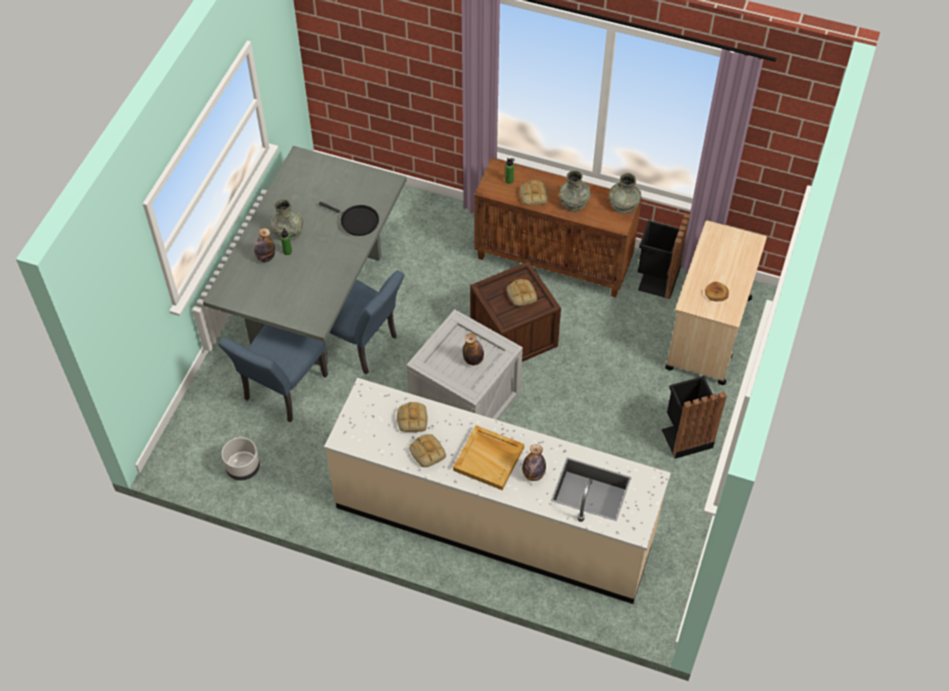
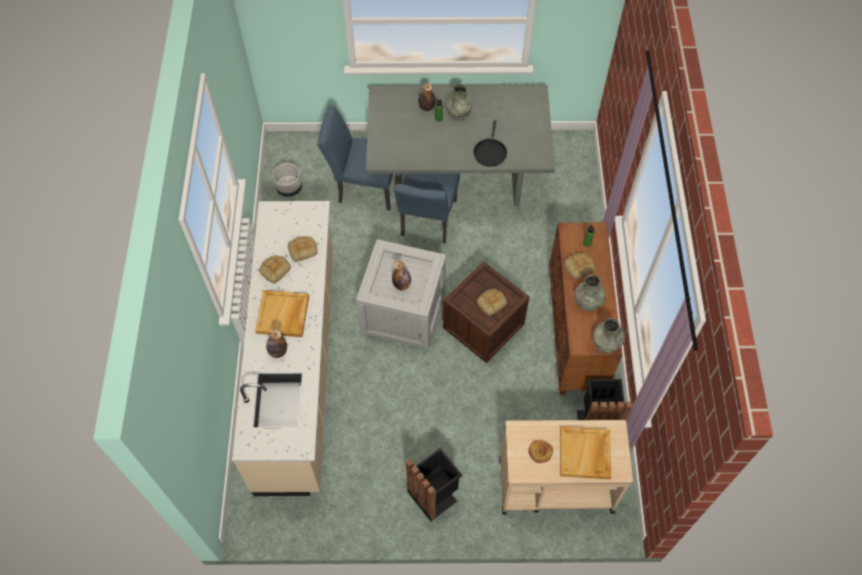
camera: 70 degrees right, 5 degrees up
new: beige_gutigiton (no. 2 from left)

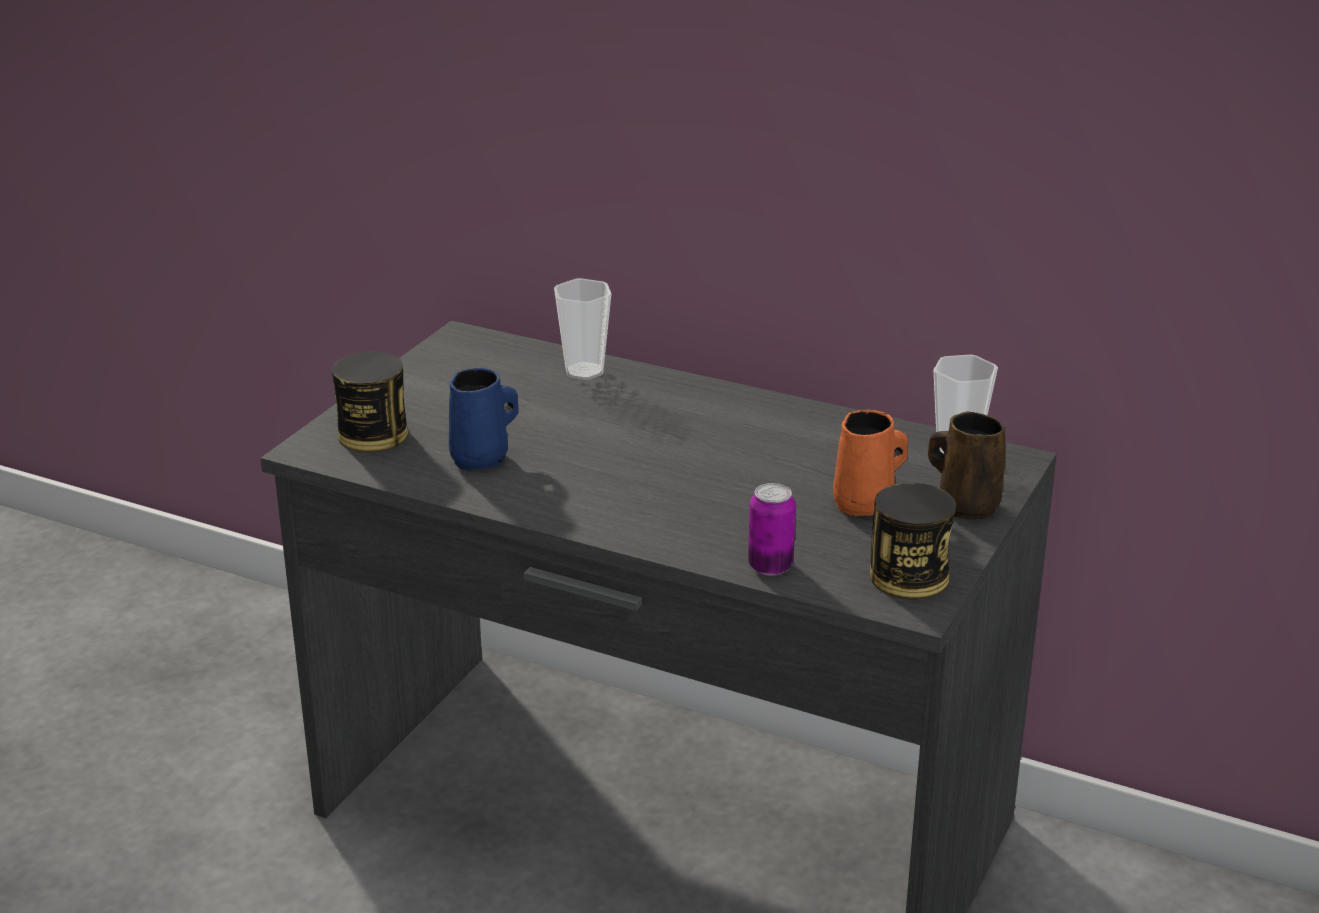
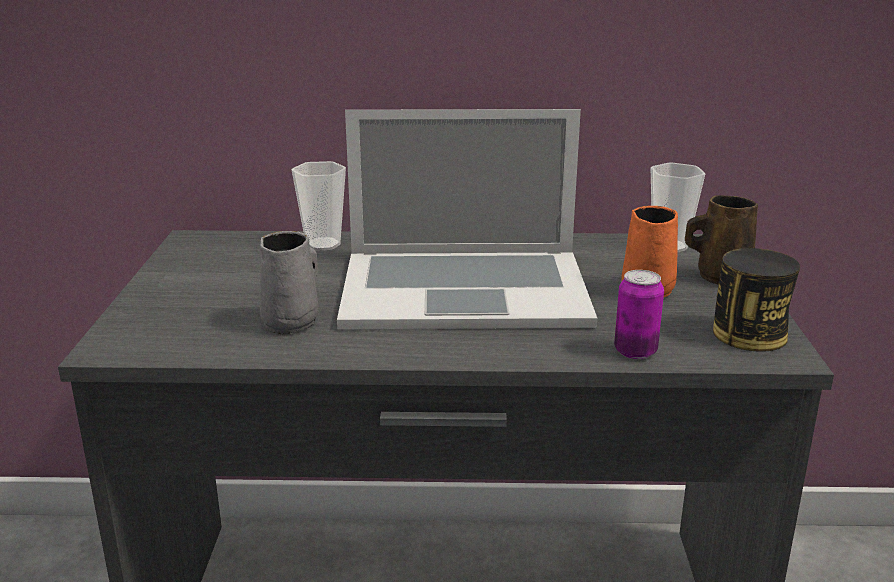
camera: 25 degrees left, 5 degrees down
gone: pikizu (no. 1 from left)
new: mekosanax
repainted: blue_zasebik to grey_zasebik

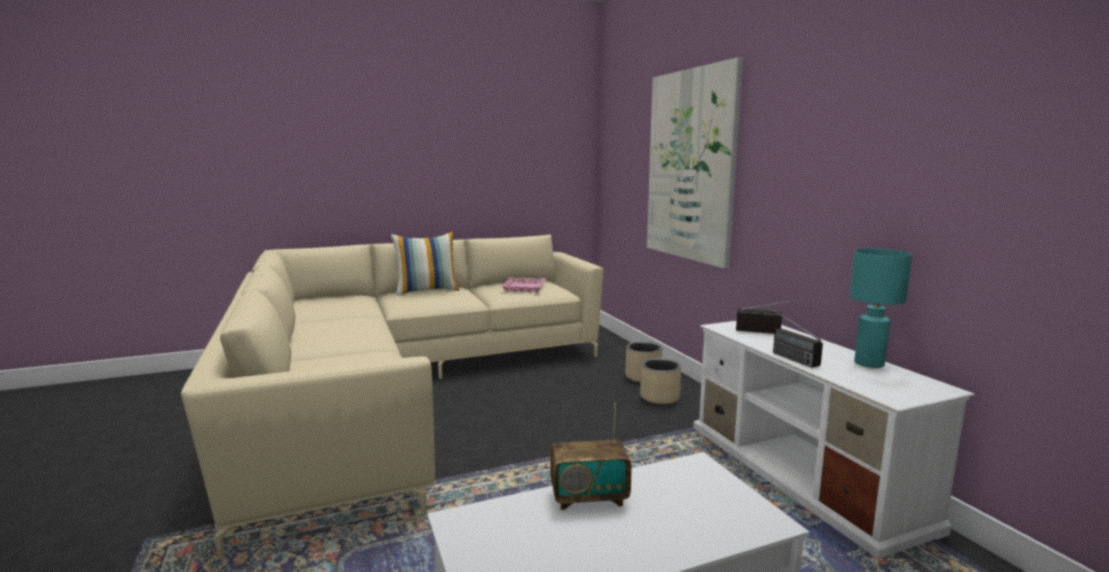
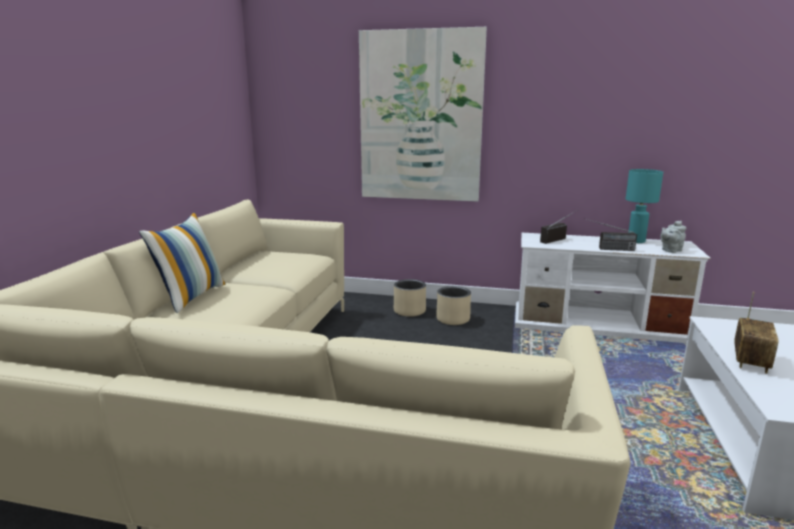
camera: 55 degrees left, 5 degrees up
gone: pink_gutigiton
new: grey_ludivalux

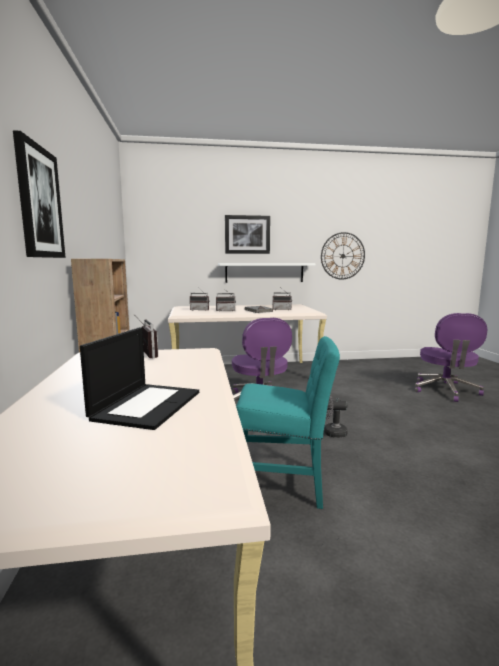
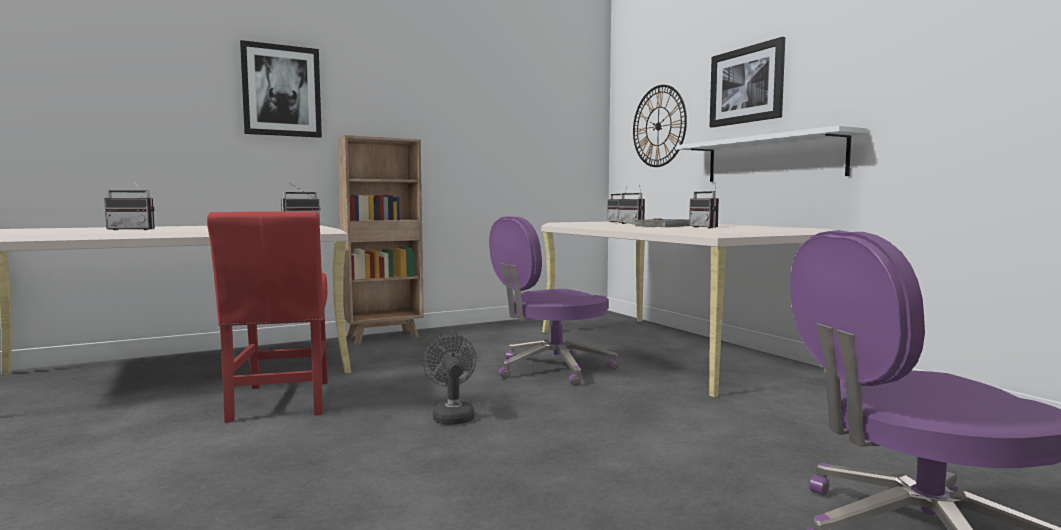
camera: 70 degrees right, 5 degrees down
shifted: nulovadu
swapped: mekosanax to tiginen (no. 1 from left)
repainted: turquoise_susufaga to red_susufaga

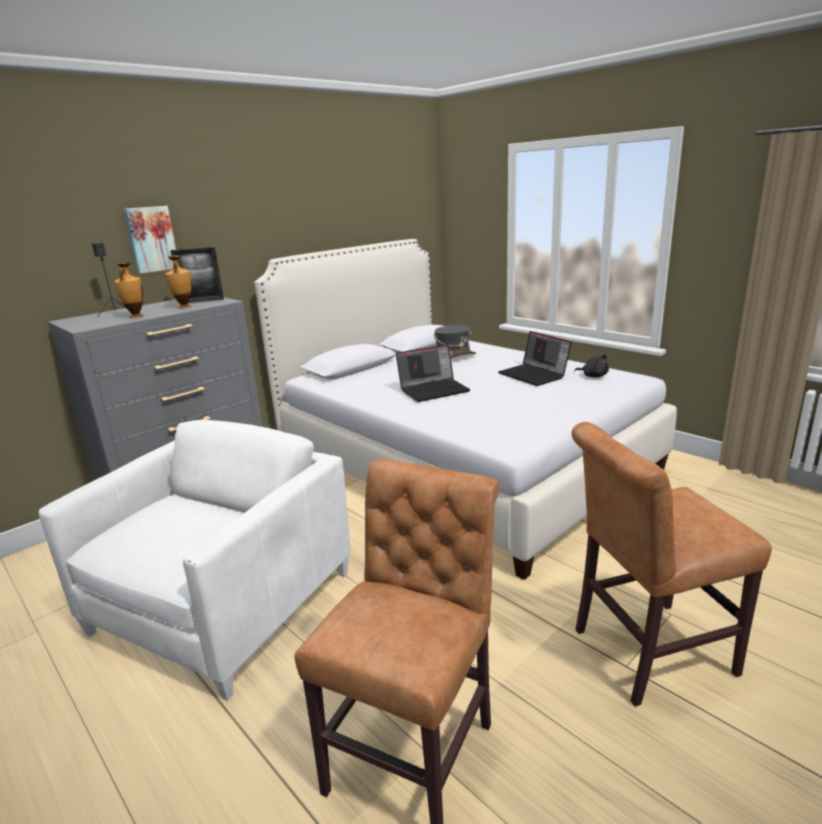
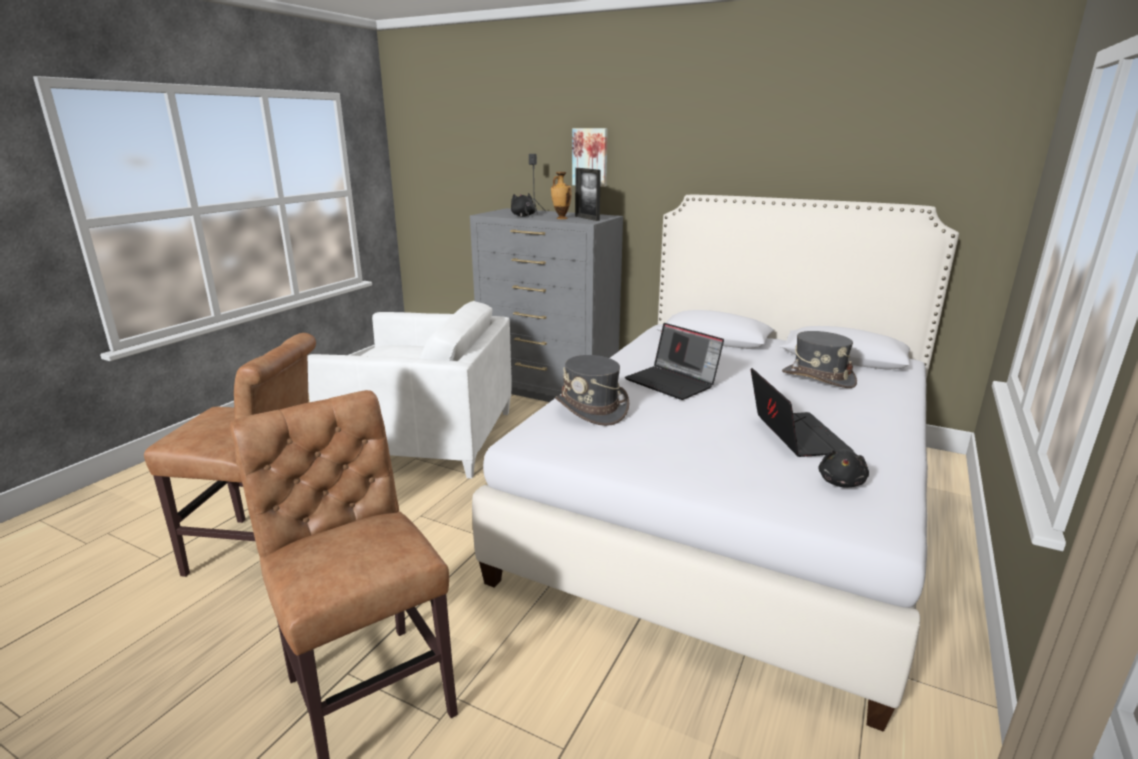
camera: 70 degrees right, 0 degrees up
new: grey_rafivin (no. 1 from left)
swapped: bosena (no. 1 from left) to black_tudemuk (no. 1 from left)
rotated: mekosanax (no. 2 from left) 135 degrees clockwise

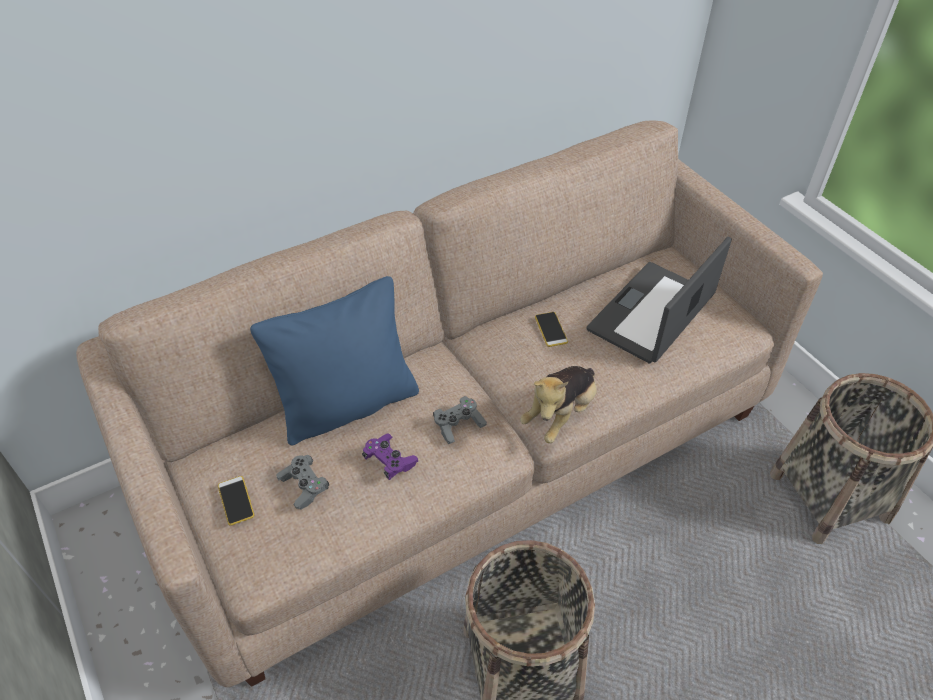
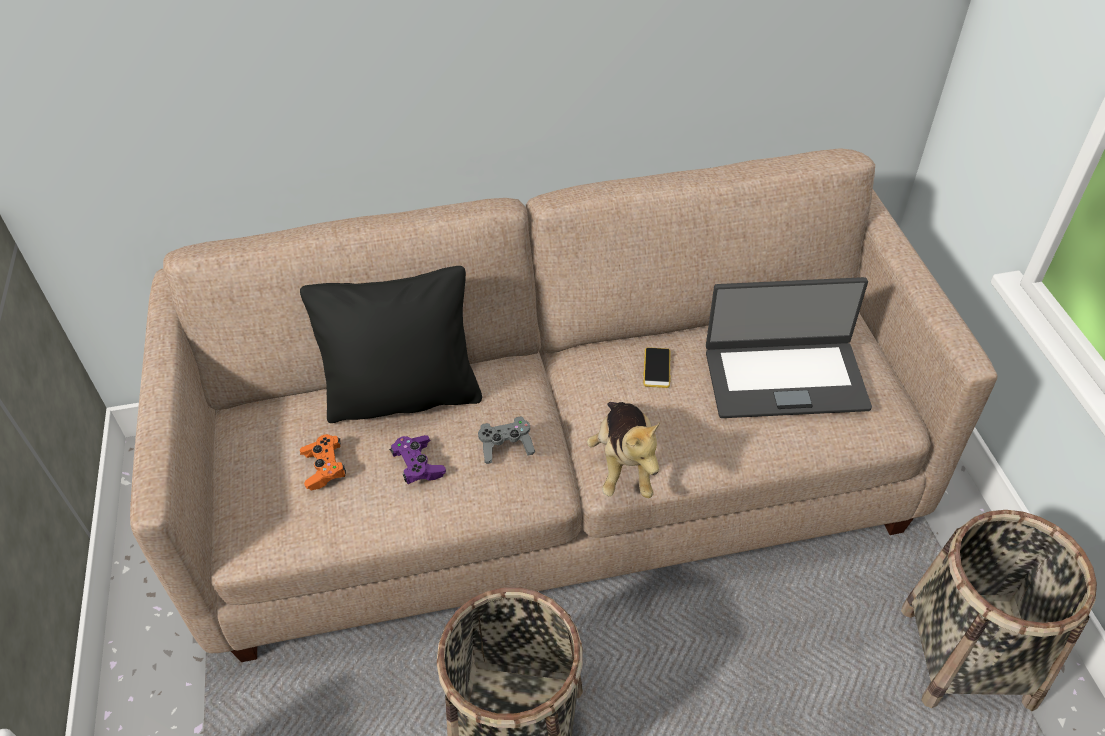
camera: 20 degrees right, 0 degrees up
gone: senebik (no. 1 from left)
repainted: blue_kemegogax to black_kemegogax; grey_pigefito (no. 1 from left) to orange_pigefito
rotated: mekosanax 150 degrees counterclockwise; tudemuk 60 degrees counterclockwise

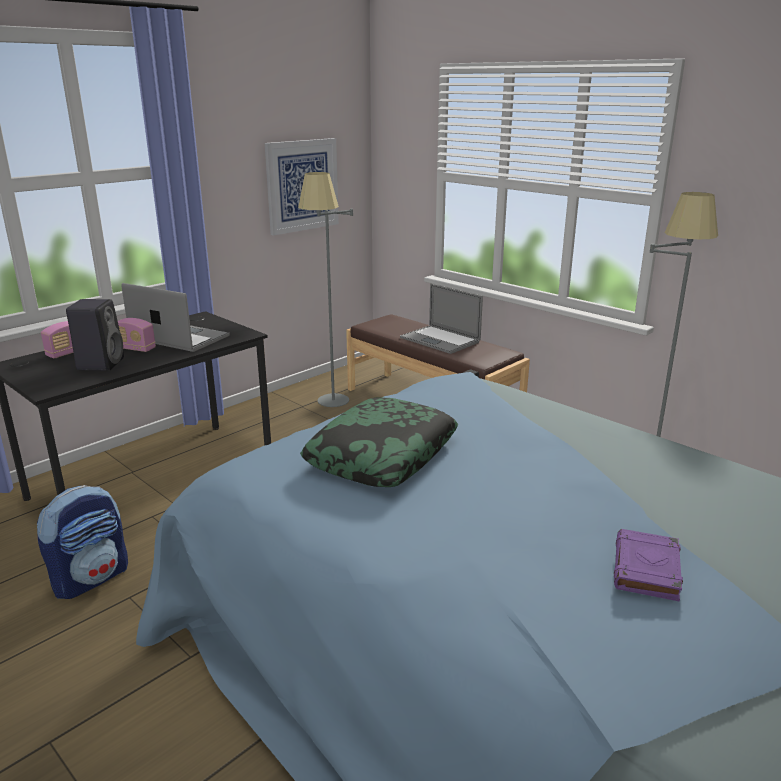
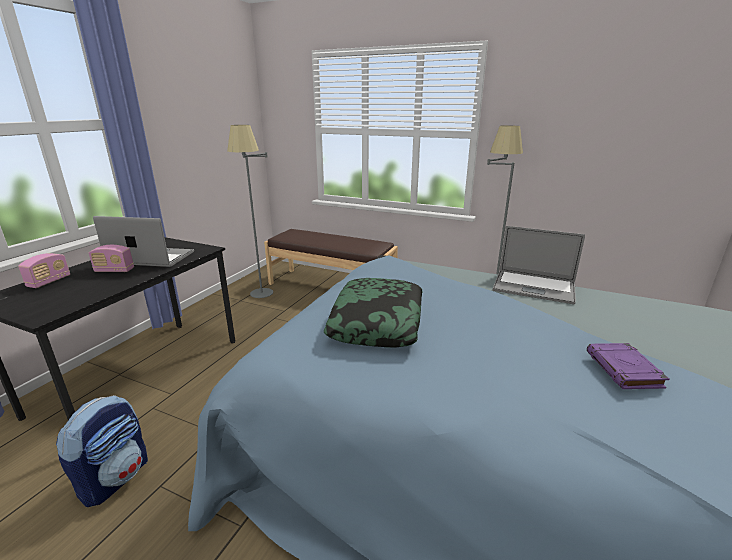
camera: 20 degrees left, 0 degrees up
gone: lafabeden; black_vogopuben
shifted: mekosanax (no. 2 from left)

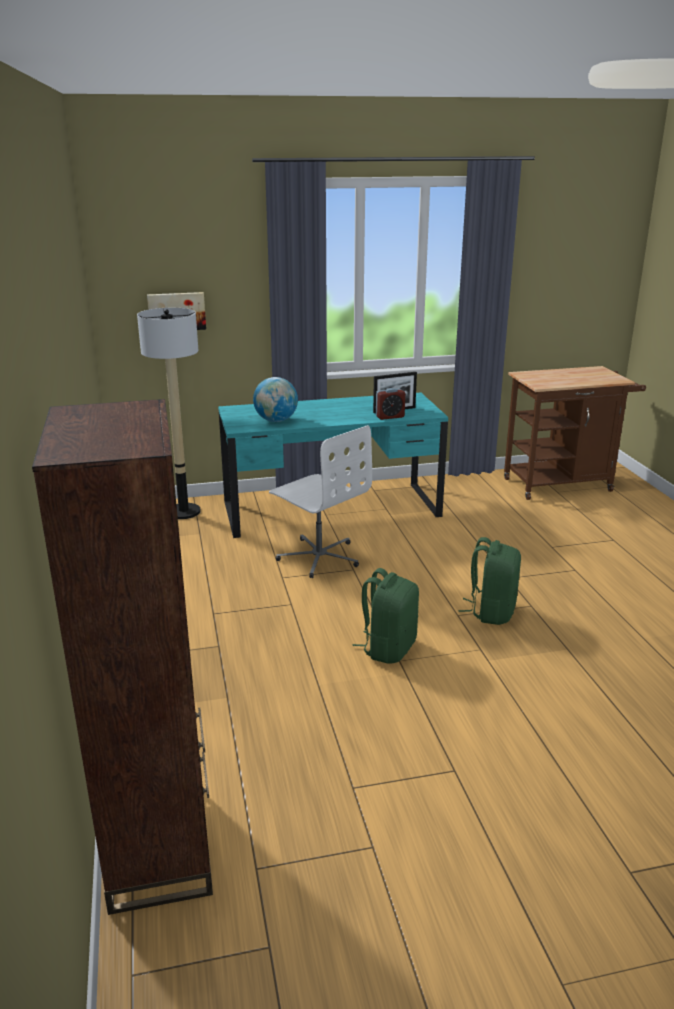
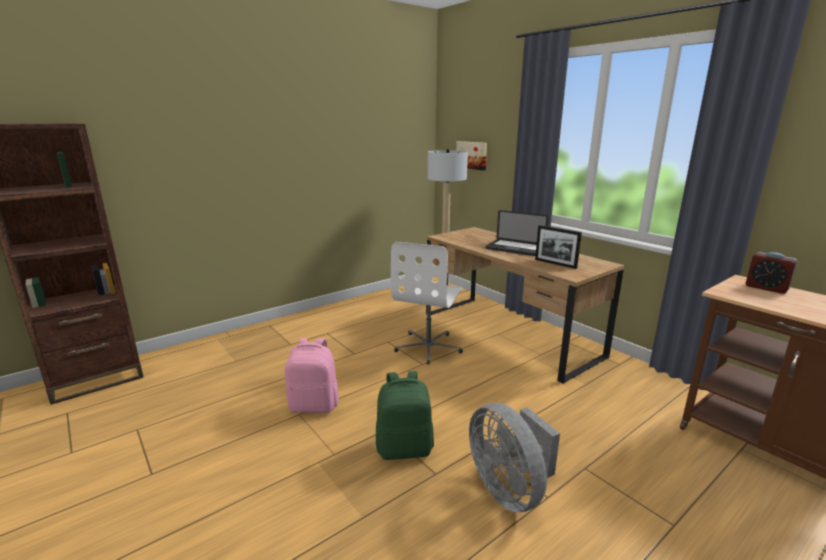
camera: 65 degrees right, 5 degrees down
gone: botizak
new: mekosanax; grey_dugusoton
shifted: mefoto
repainted: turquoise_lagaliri to brown_lagaliri; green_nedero (no. 1 from left) to pink_nedero

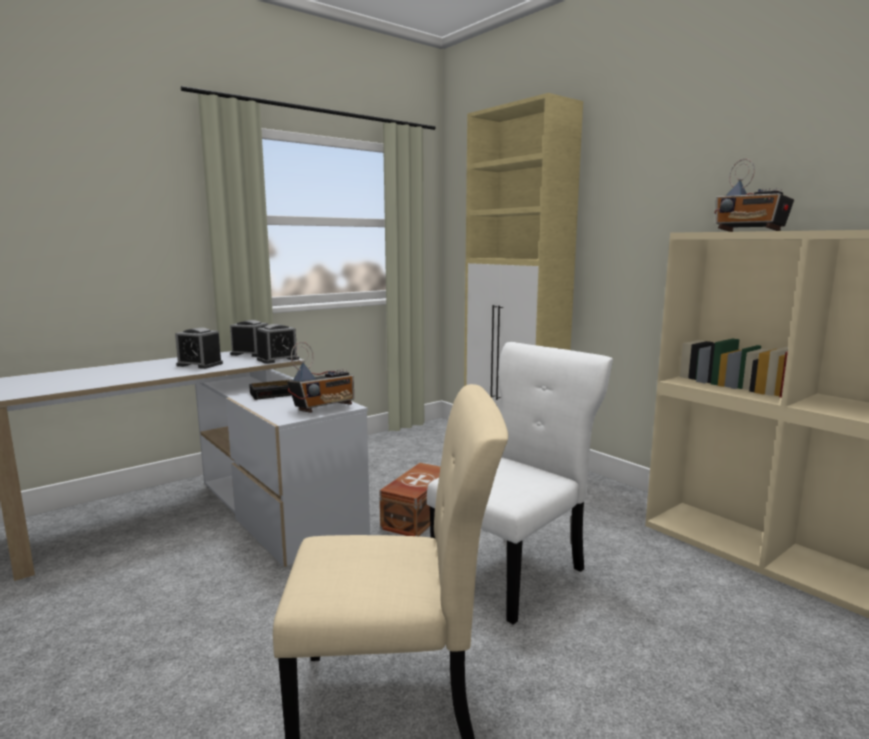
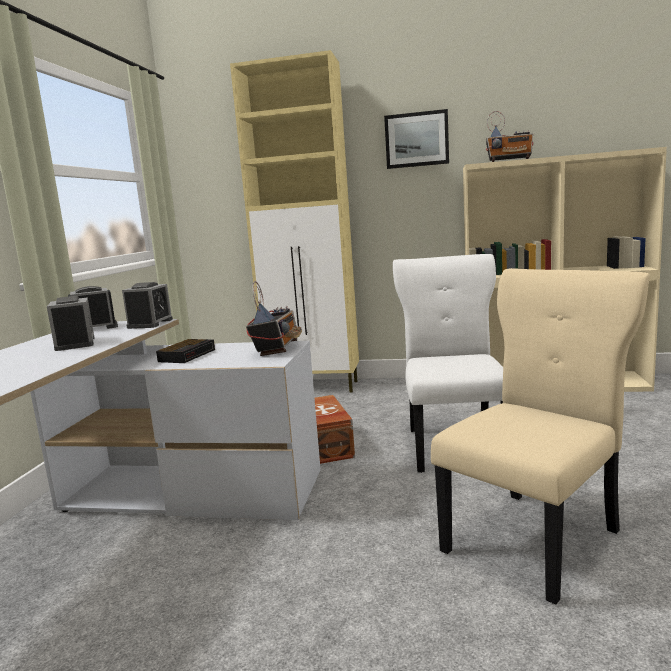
camera: 40 degrees left, 0 degrees up
new: lafabeden
rotated: mefoto (no. 1 from left) 90 degrees counterclockwise

